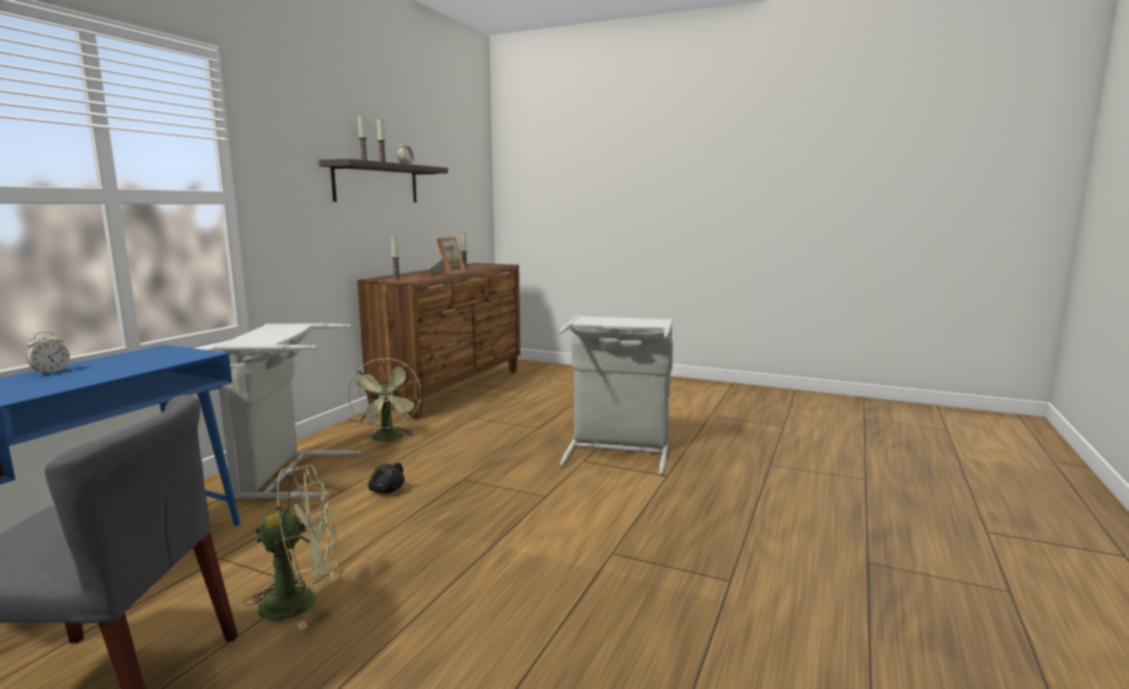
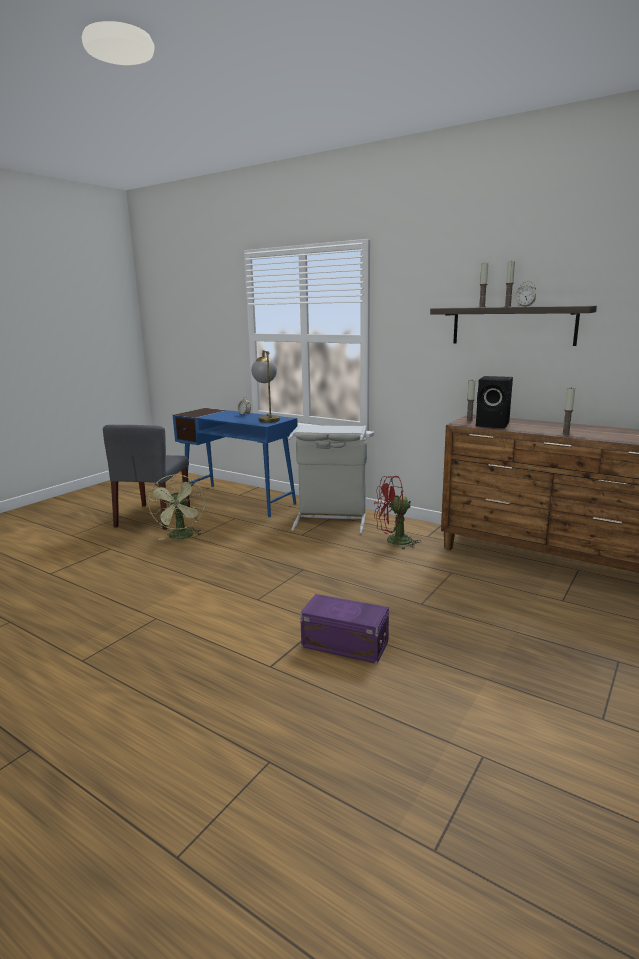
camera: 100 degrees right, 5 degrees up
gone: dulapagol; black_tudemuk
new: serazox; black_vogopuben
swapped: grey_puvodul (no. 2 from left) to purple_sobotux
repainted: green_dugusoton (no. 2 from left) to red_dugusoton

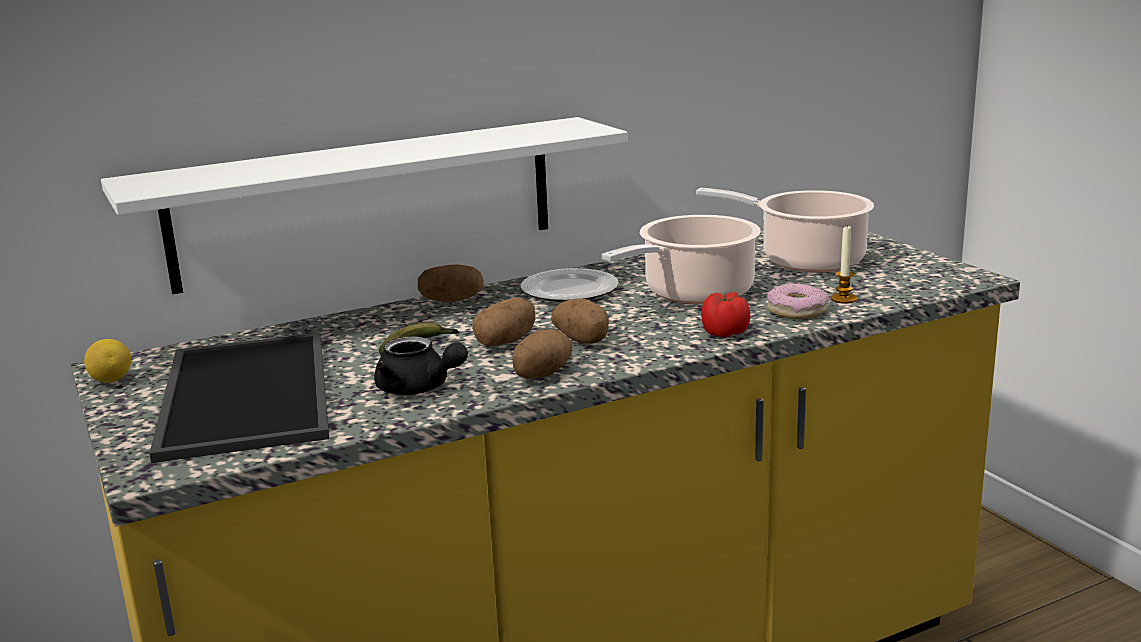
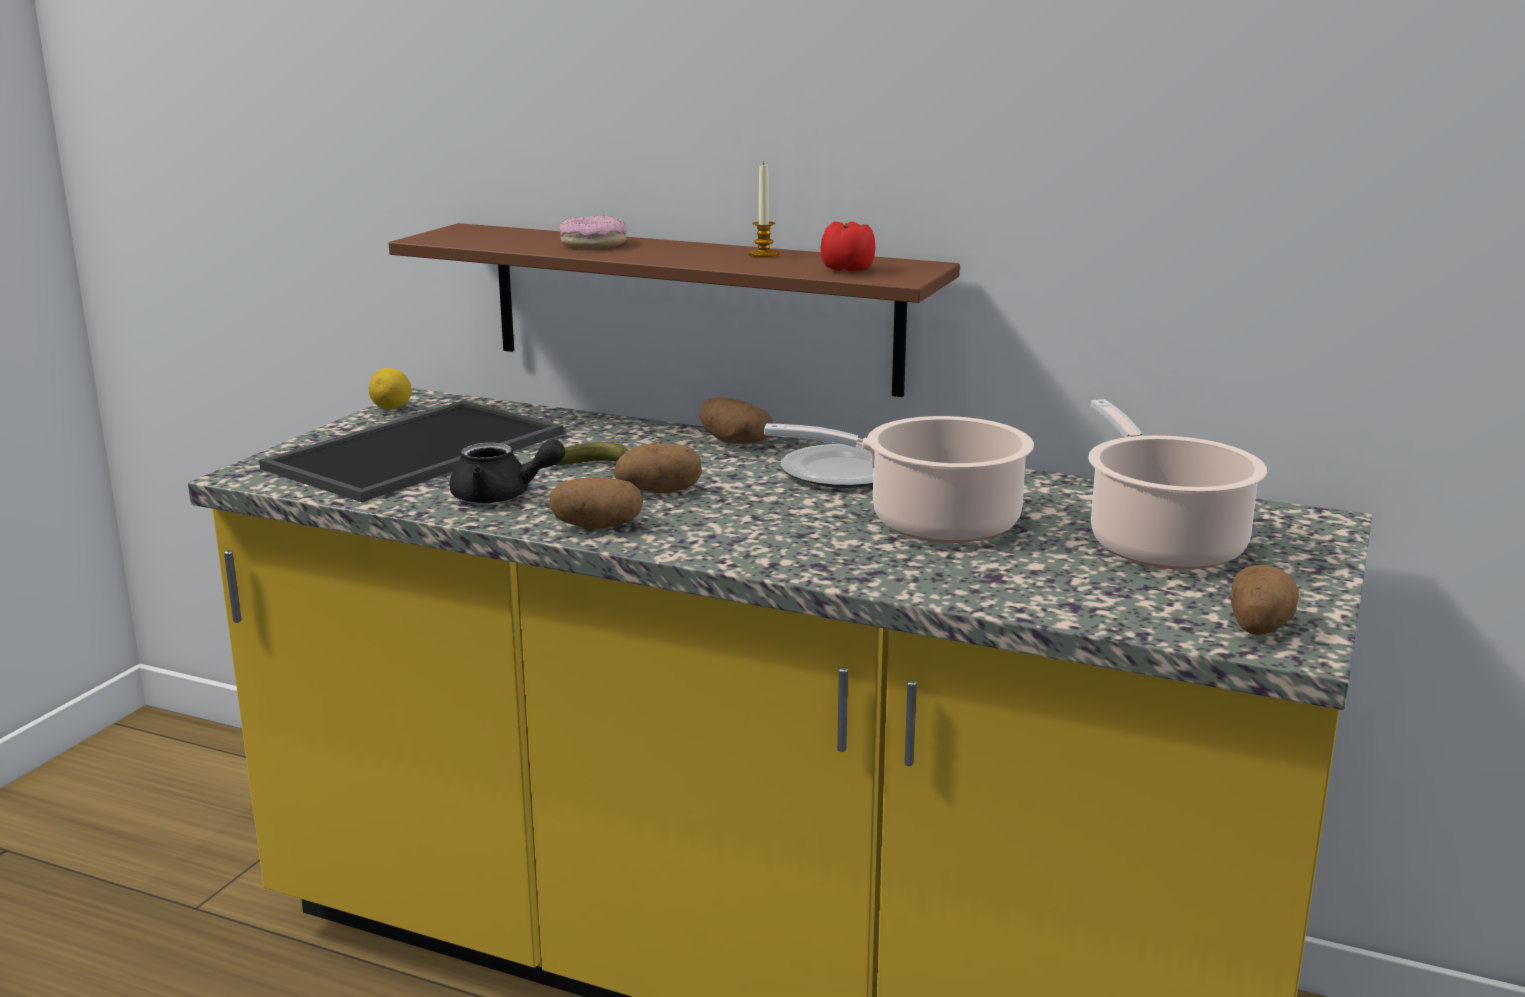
camera: 50 degrees right, 0 degrees up
shifted: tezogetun; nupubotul; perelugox; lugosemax (no. 4 from left)
repainted: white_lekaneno to brown_lekaneno
rotated: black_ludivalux 75 degrees counterclockwise

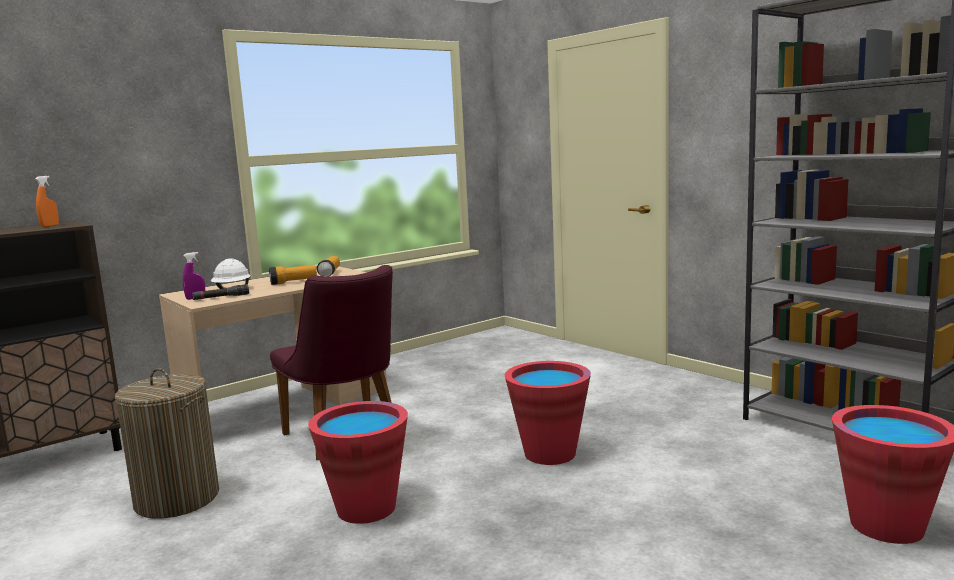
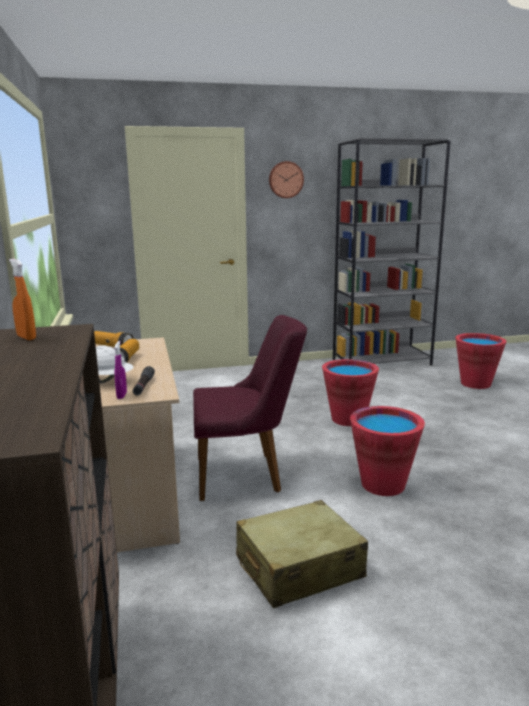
camera: 65 degrees left, 5 degrees up
new: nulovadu
swapped: puvodul to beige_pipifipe

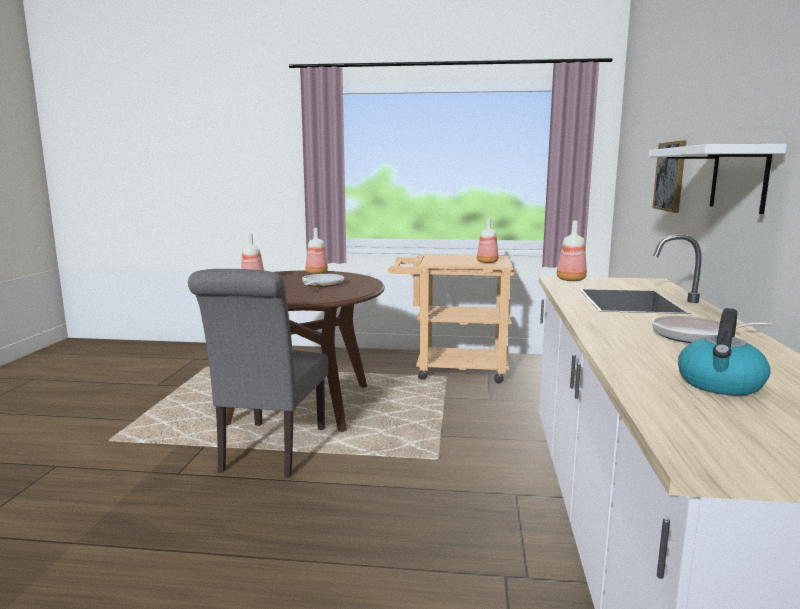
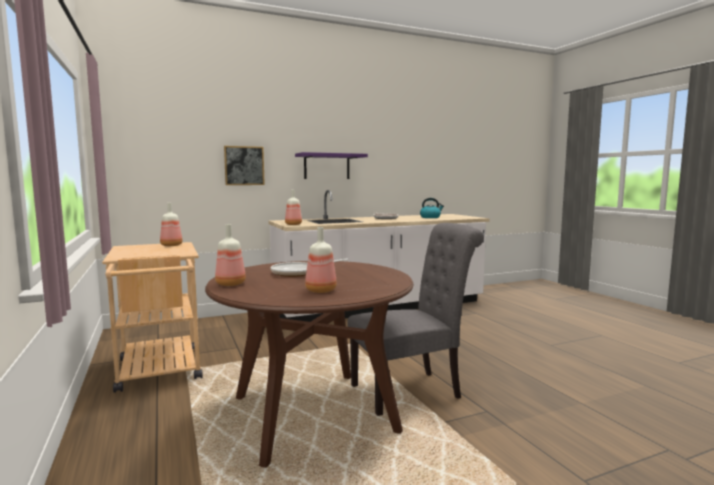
camera: 120 degrees left, 5 degrees down
repainted: white_lekaneno to purple_lekaneno

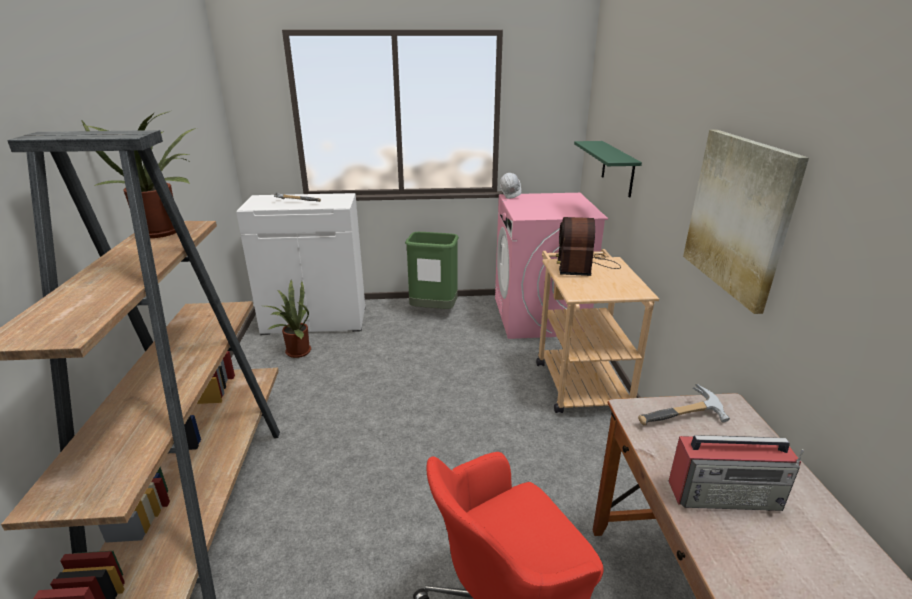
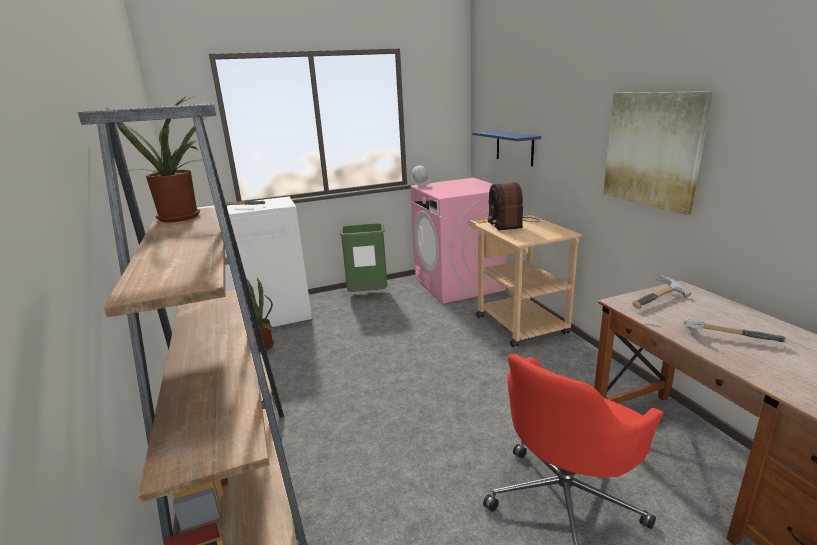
camera: 15 degrees left, 5 degrees down
swapped: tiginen (no. 2 from left) to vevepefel (no. 3 from left)
repainted: green_lekaneno to blue_lekaneno

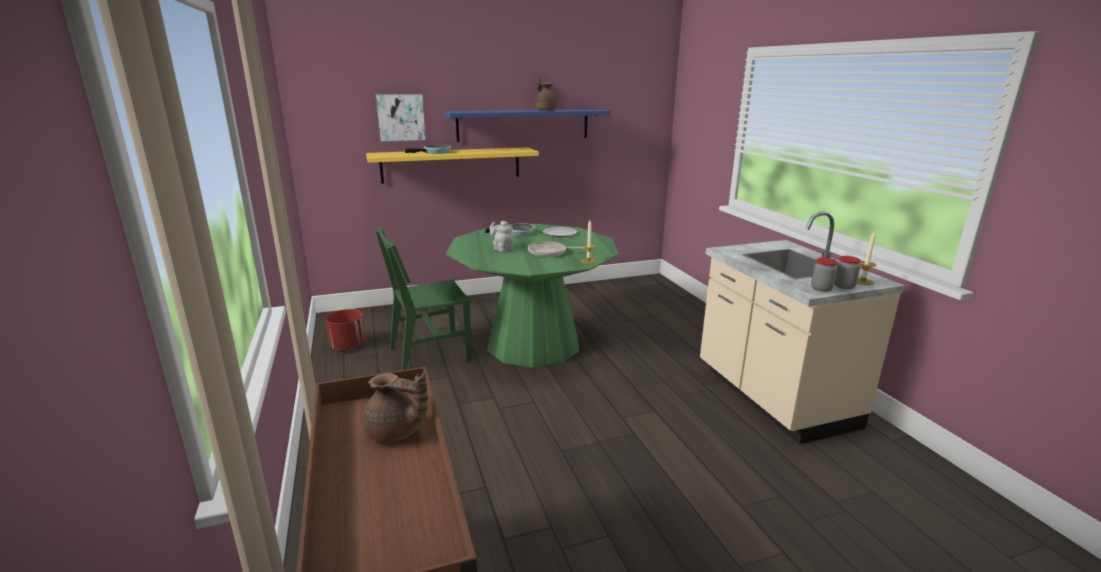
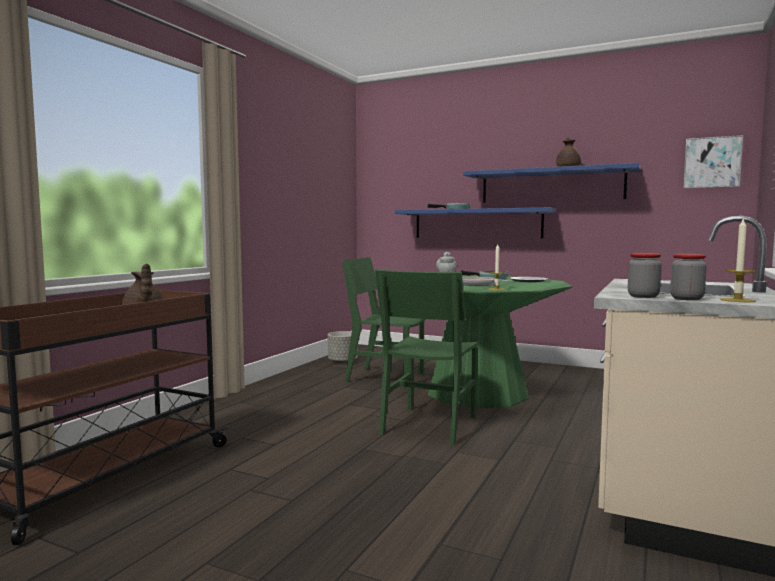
camera: 45 degrees right, 15 degrees down
new: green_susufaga (no. 2 from left)
shifted: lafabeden
repainted: yellow_lekaneno to blue_lekaneno (no. 1 from left); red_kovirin to grey_kovirin

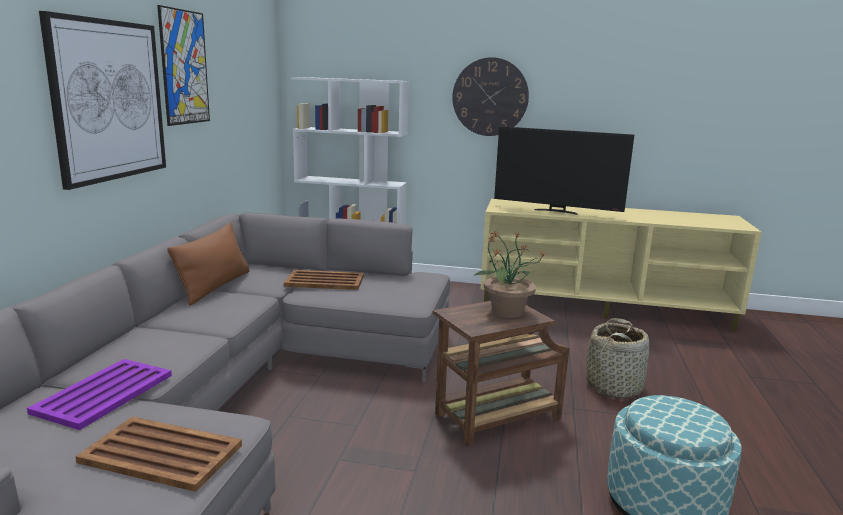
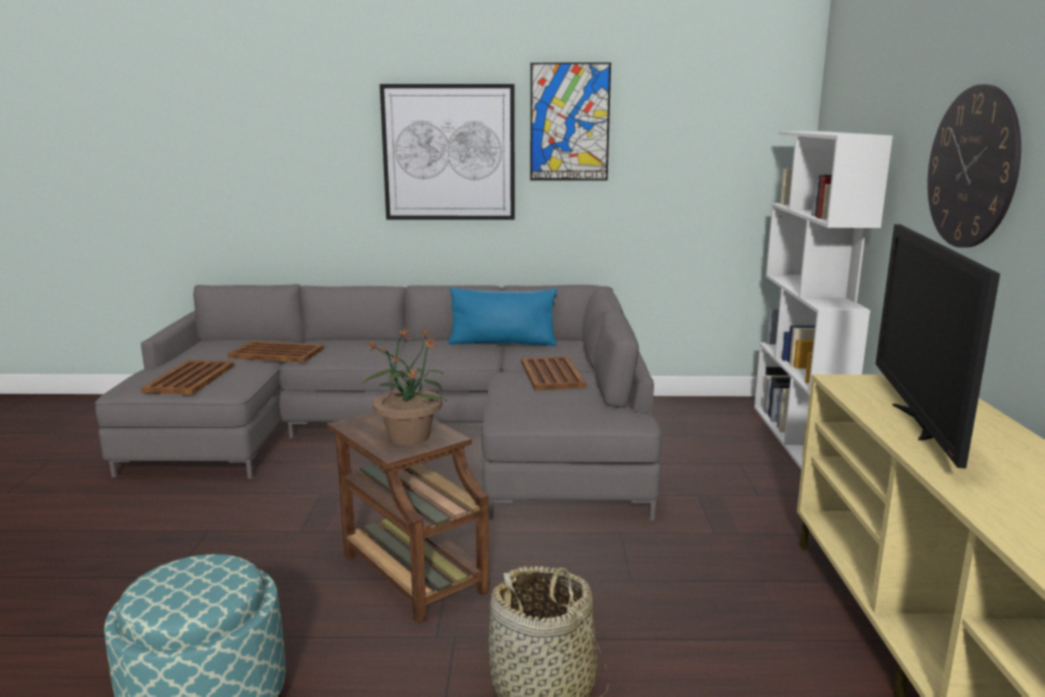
camera: 80 degrees right, 0 degrees up
repainted: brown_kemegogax to blue_kemegogax; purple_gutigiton to brown_gutigiton (no. 2 from left)

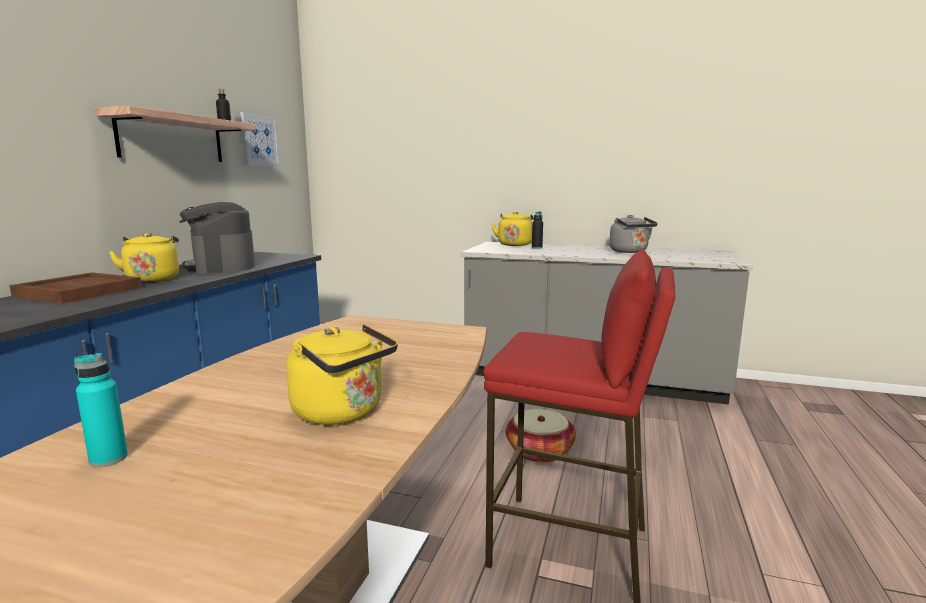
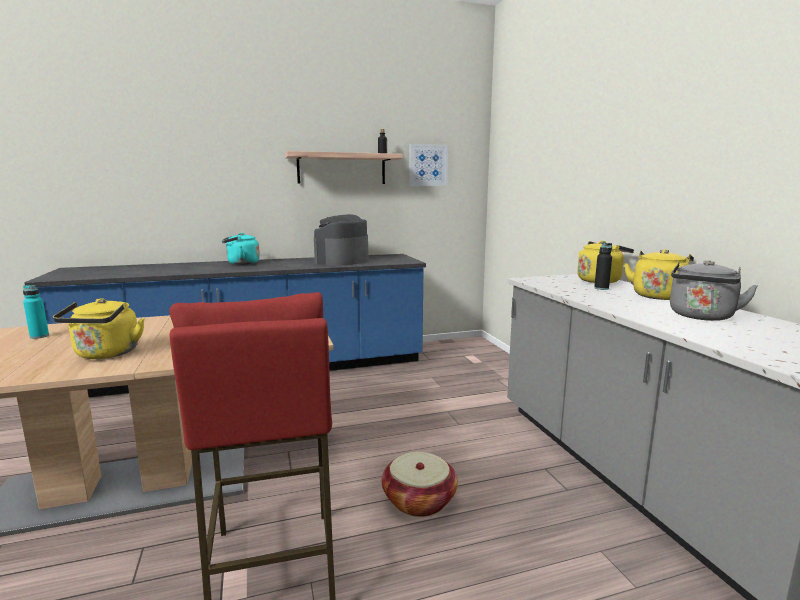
camera: 55 degrees right, 0 degrees up
shifted: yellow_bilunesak (no. 1 from left in the first image) to yellow_bilunesak (no. 3 from left)
swapped: brown_gutigiton to turquoise_bilunesak

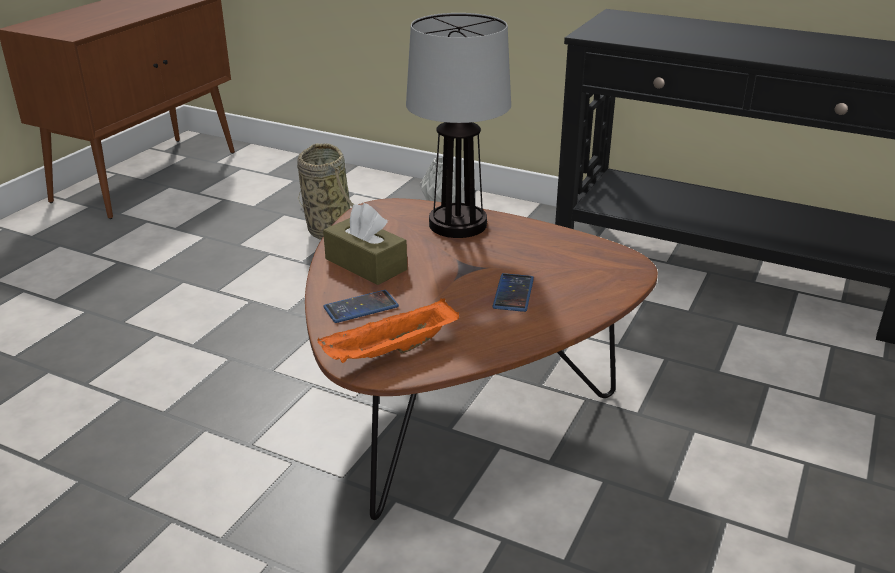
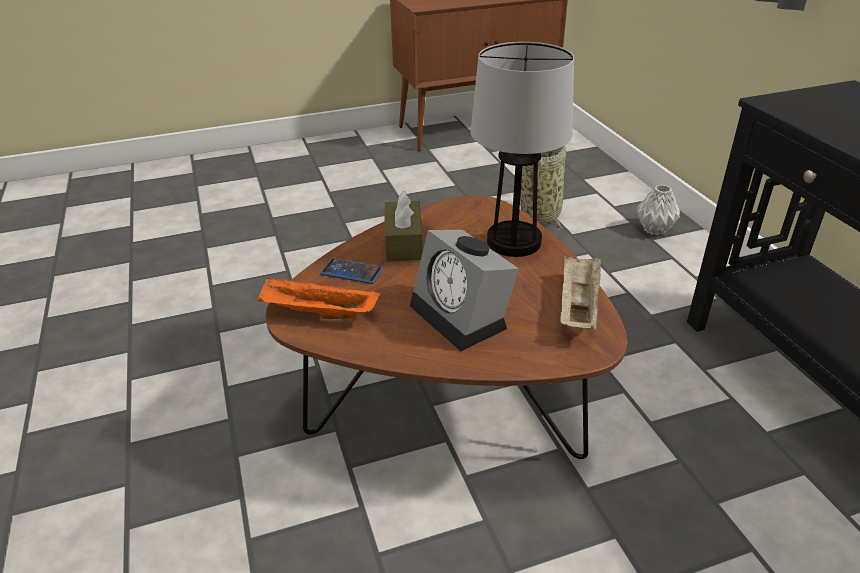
camera: 45 degrees right, 5 degrees up
new: beige_gutigiton
swapped: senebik (no. 2 from left) to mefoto

